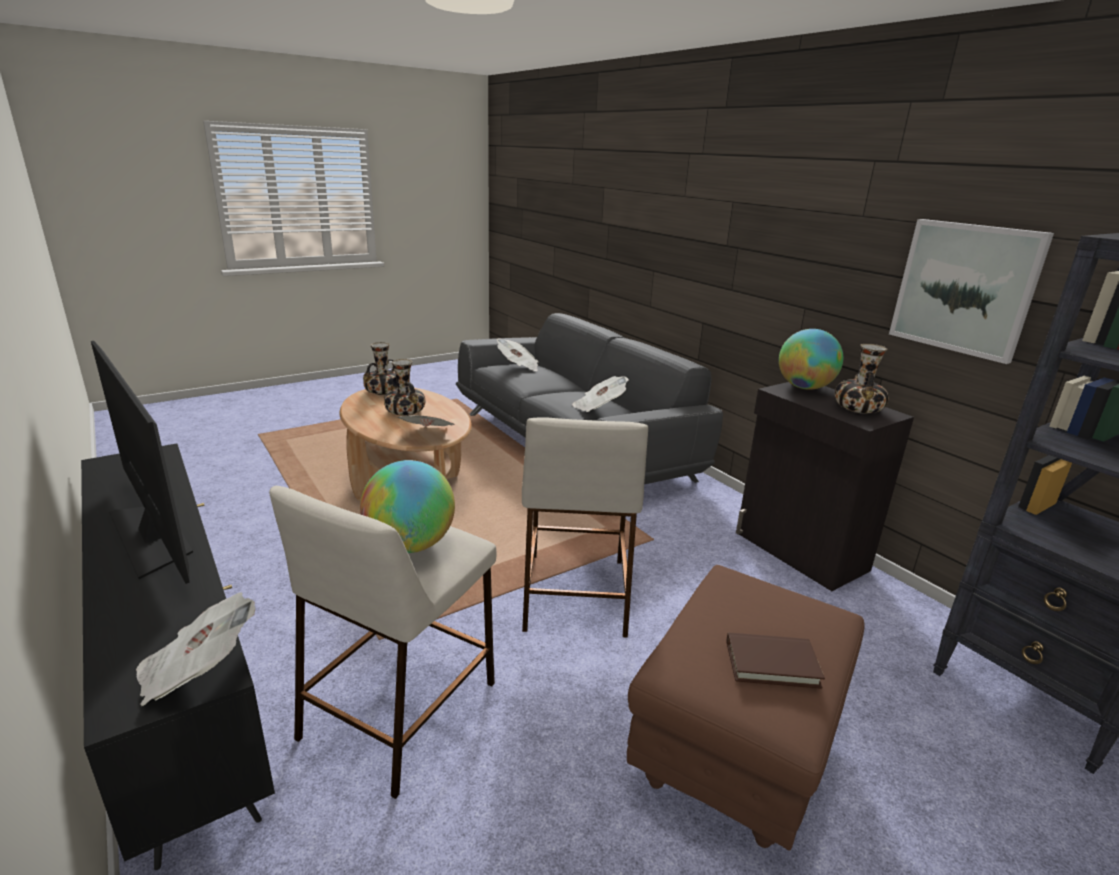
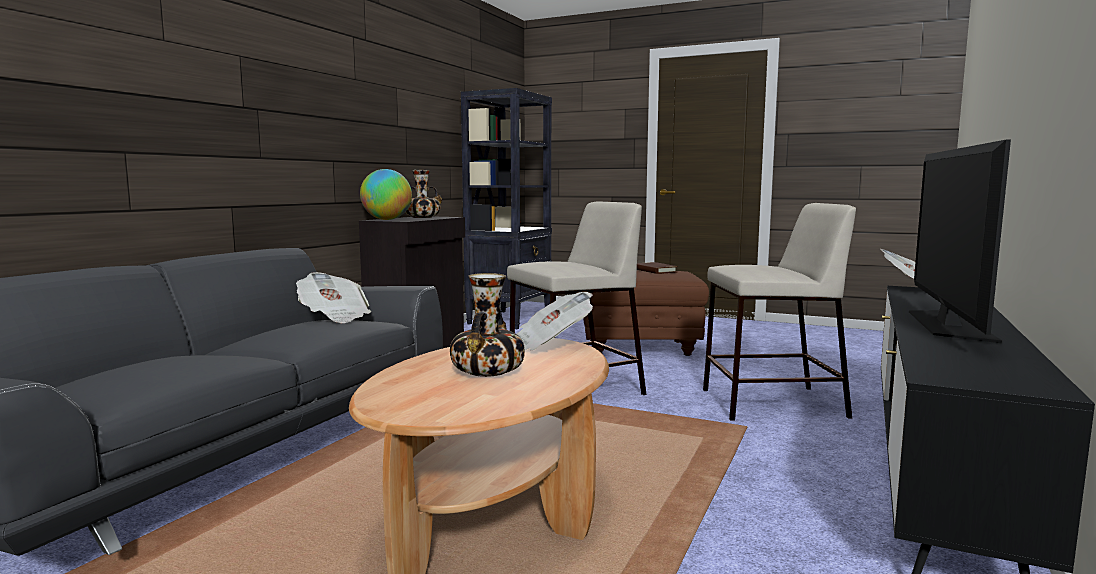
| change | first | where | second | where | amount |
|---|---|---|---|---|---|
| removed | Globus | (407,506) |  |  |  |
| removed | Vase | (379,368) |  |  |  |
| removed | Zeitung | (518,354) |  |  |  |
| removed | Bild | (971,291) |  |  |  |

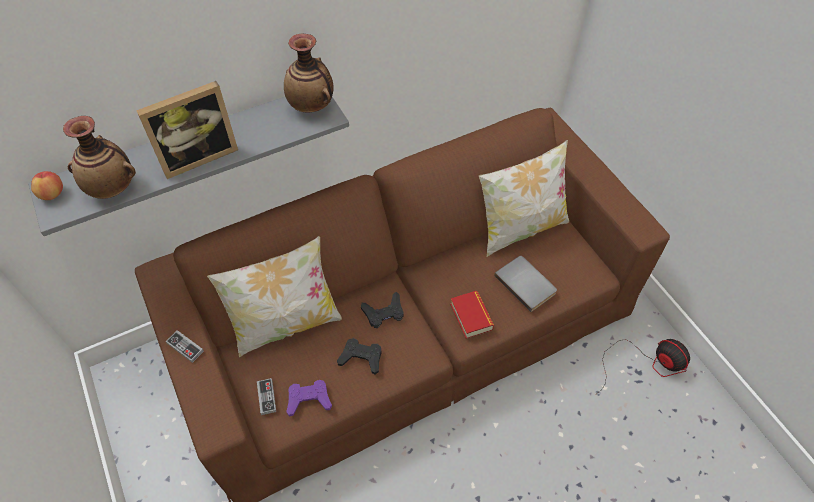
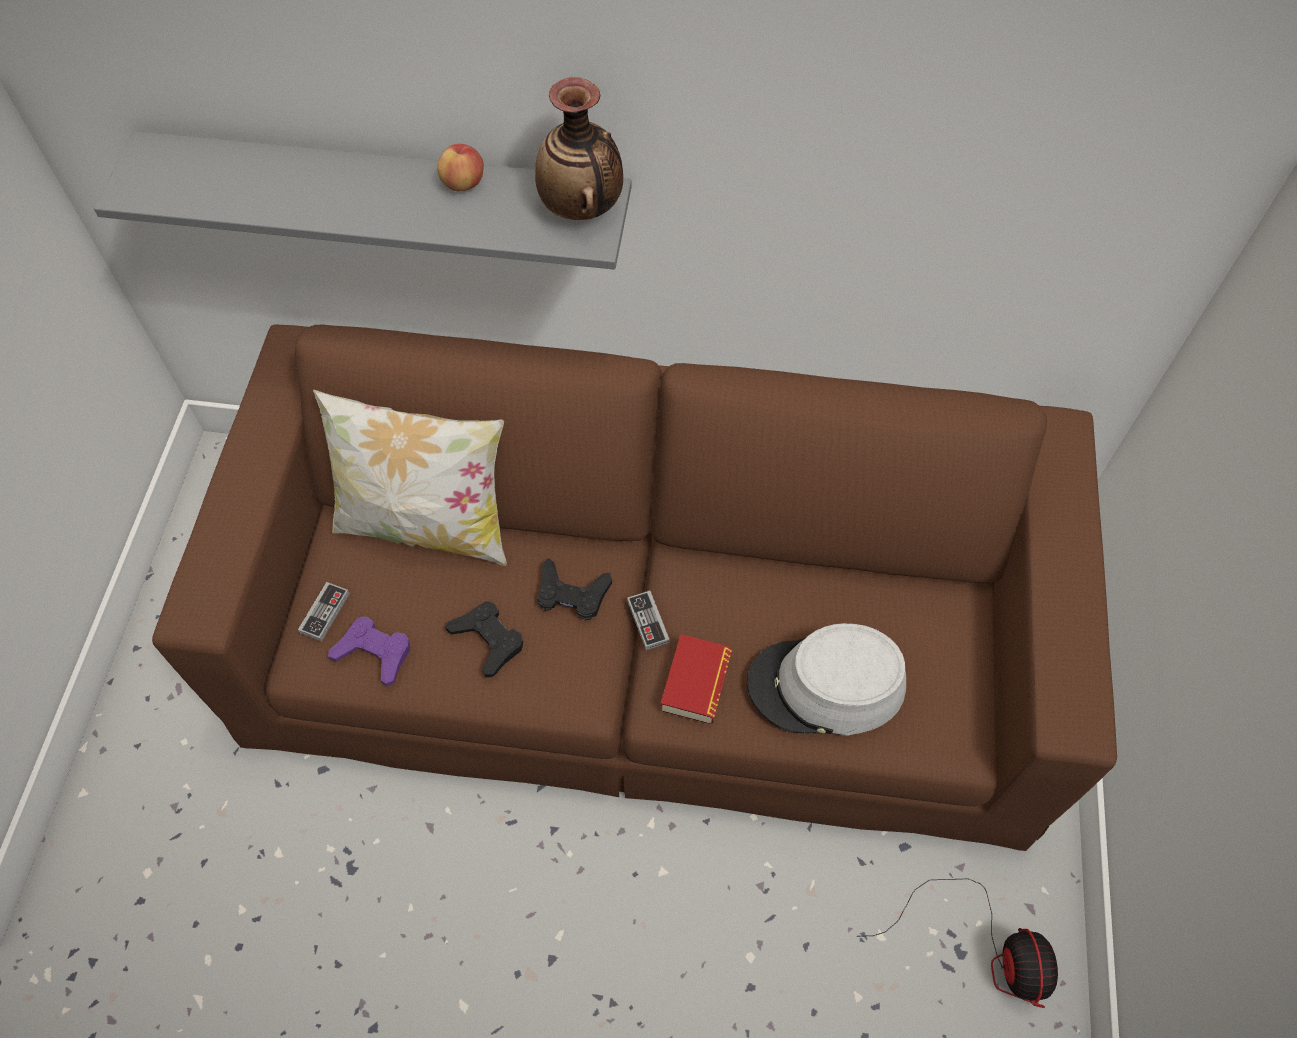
| change | first | where | second | where | amount |
|---|---|---|---|---|---|
| removed | Vase | (99,157) |  |  |  |
| removed | Bilderrahmen | (187,130) |  |  |  |
| removed | Kissen | (524,198) |  |  |  |
| moved | Apfel | (47,185) |  | (460,167) |  |
| moved | Gamepad | (185,346) |  | (648,620) |  |
| replaced | Buch/grau | (525,284) | Hut/grau | (826,679) |  |

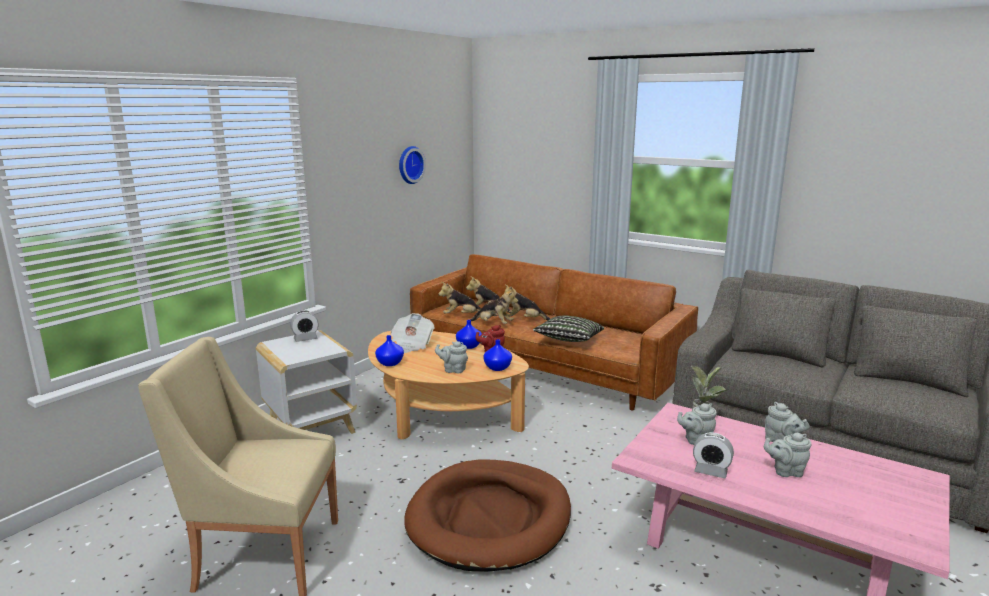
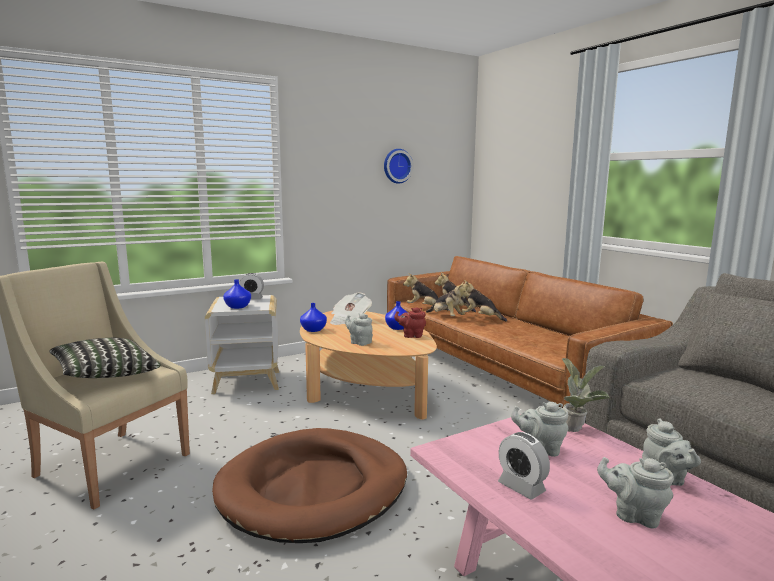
| change | first | where | second | where | amount |
|---|---|---|---|---|---|
| moved | Vase/blau | (498,355) |  | (237,294) |  |
| moved | Kissen | (568,329) |  | (105,358) |  |

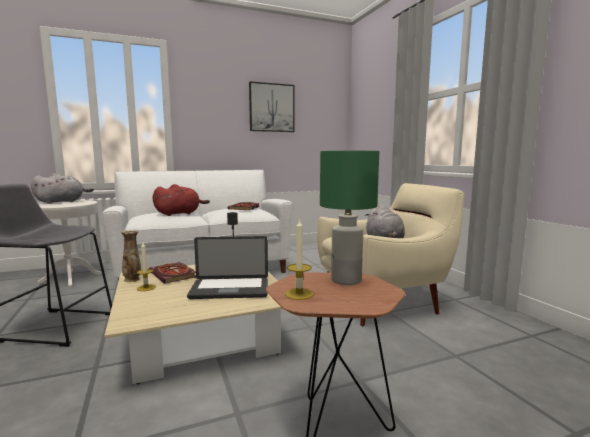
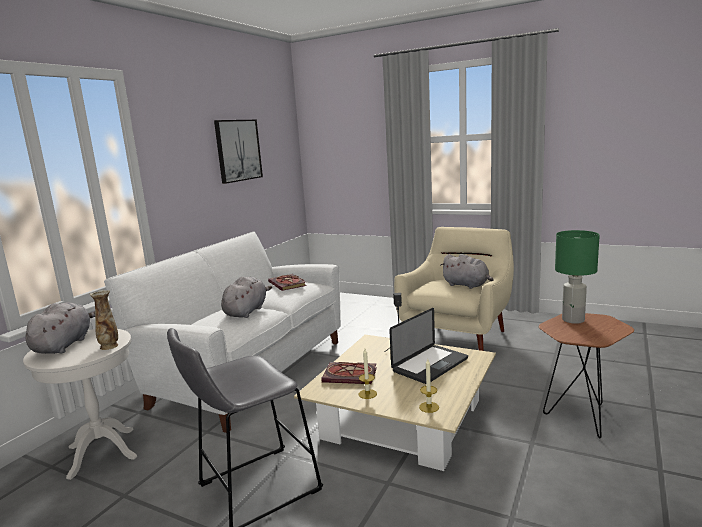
| change | first | where | second | where | amount |
|---|---|---|---|---|---|
| moved | Vase | (131,256) |  | (103,320) |  |
| moved | Kerze | (299,259) |  | (429,386) |  |
| recoloured | Plüschtier/rot | (181,200) | Plüschtier/grau | (246,297) |  |

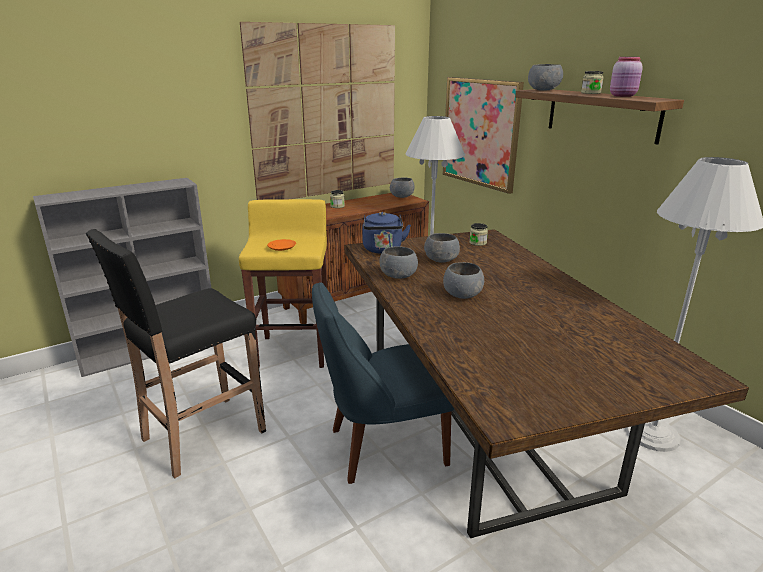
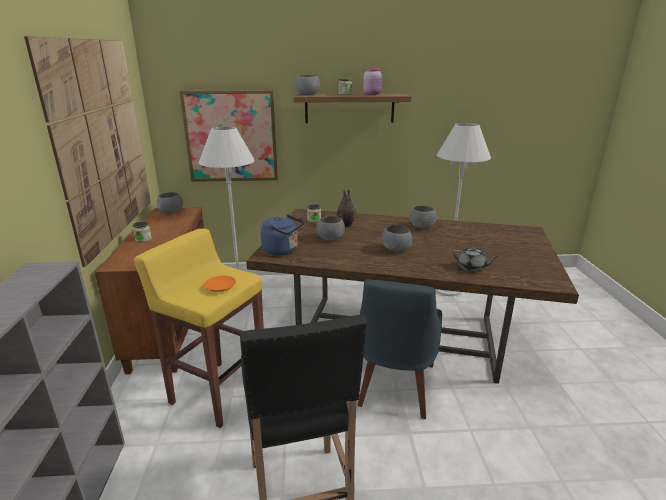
| change | first | where | second | where | amount |
|---|---|---|---|---|---|
| added |  |  | Vase | (346,208) |  |
| added |  |  | Teekanne/grau | (475,259) |  |
| moved | Schüssel/grau | (398,262) |  | (423,217) |  |

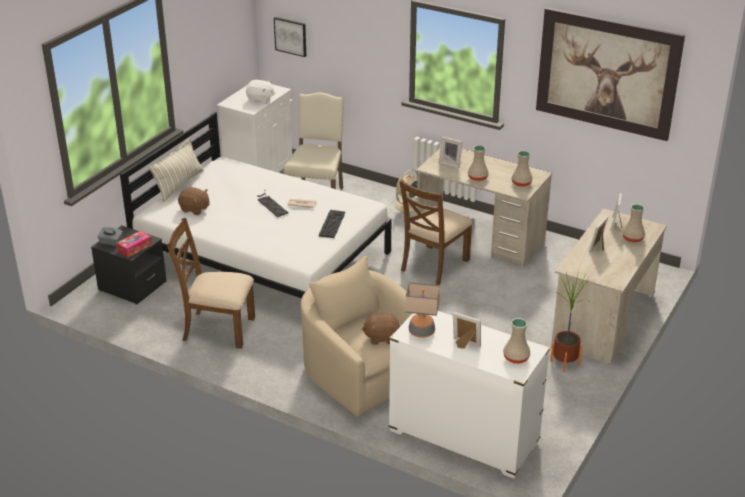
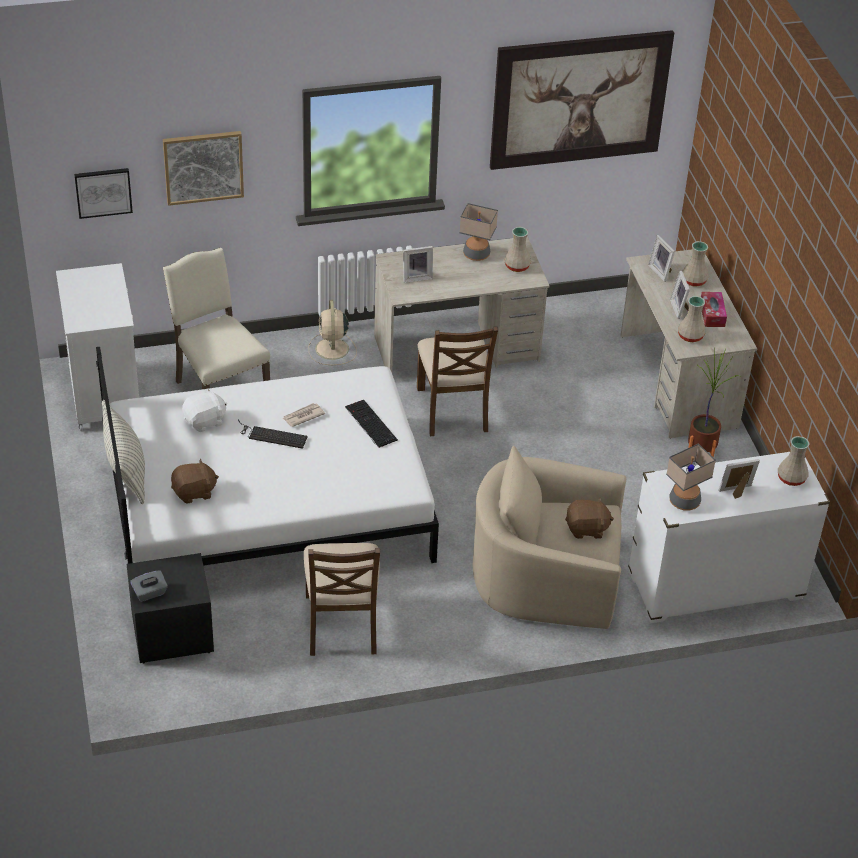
| change | first | where | second | where | amount |
|---|---|---|---|---|---|
| added |  |  | Bild | (203,168) |  |
| added |  |  | Tischlampe | (479,232) |  |
| moved | Taschentuchbox | (134,244) |  | (714,309) |  |
| moved | Plüschtier/weiß | (260,92) |  | (204,410) |  |
| moved | Vase/beige | (478,163) |  | (692,319) |  |
| turned | Stuhl/braun | (211,283) |  | (342,599) | 60 degrees counterclockwise |
| turned | Plüschtier/braun | (380,328) |  | (589,518) | 135 degrees counterclockwise |

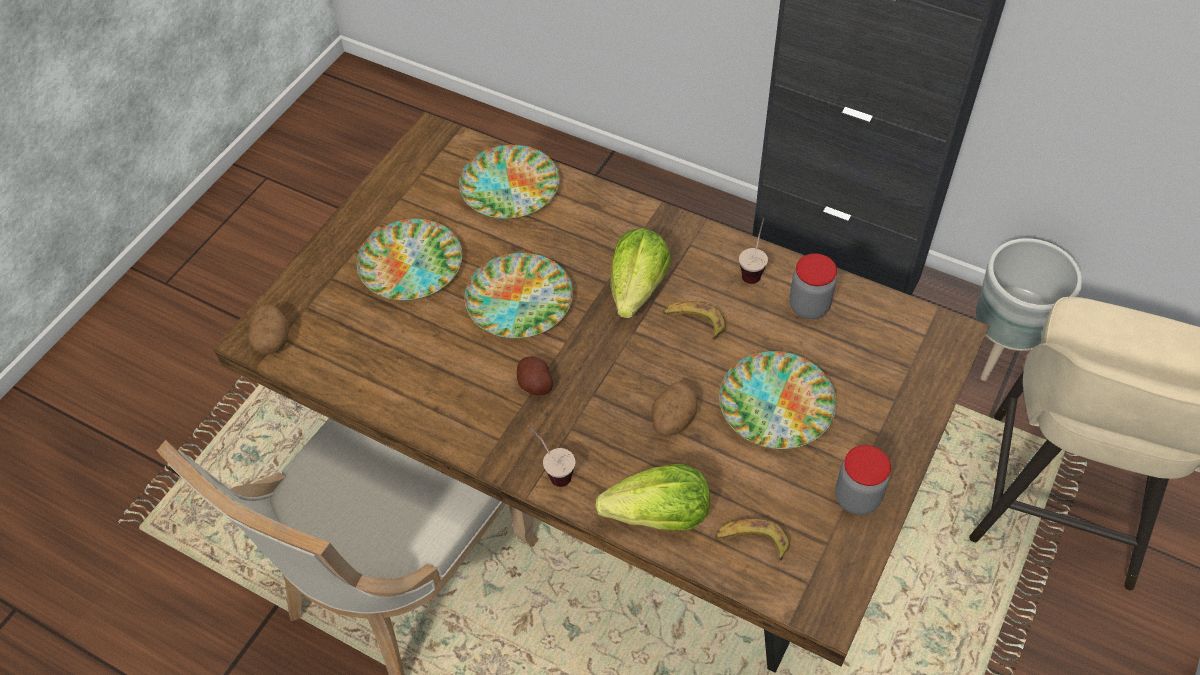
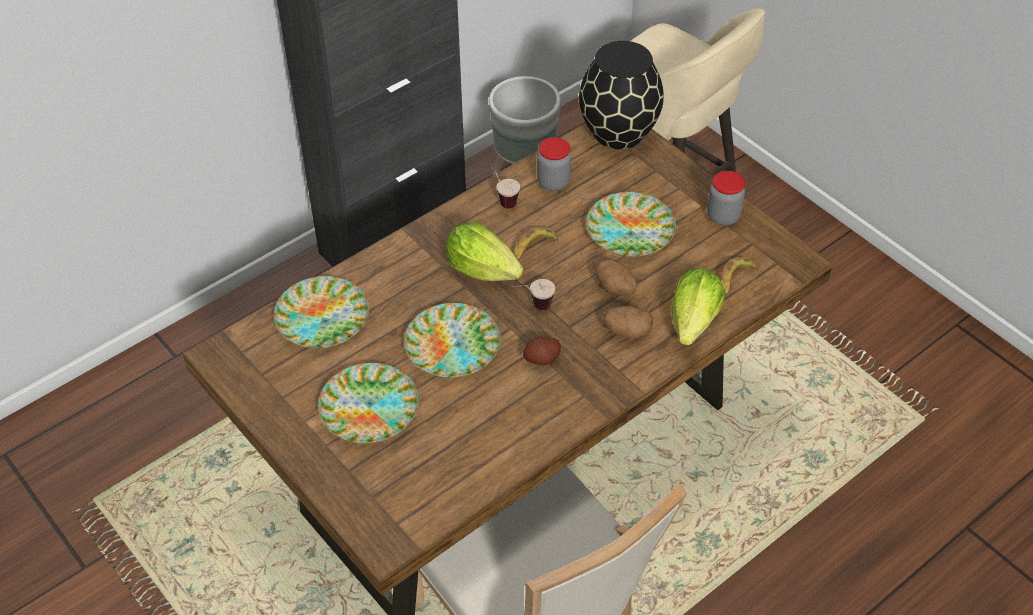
| change | first | where | second | where | amount |
|---|---|---|---|---|---|
| added |  |  | Vase/schwarz | (621,95) |  |
| moved | Kartoffel | (268,329) |  | (628,322) |  |
| moved | Tasse | (551,456) |  | (533,294) |  |

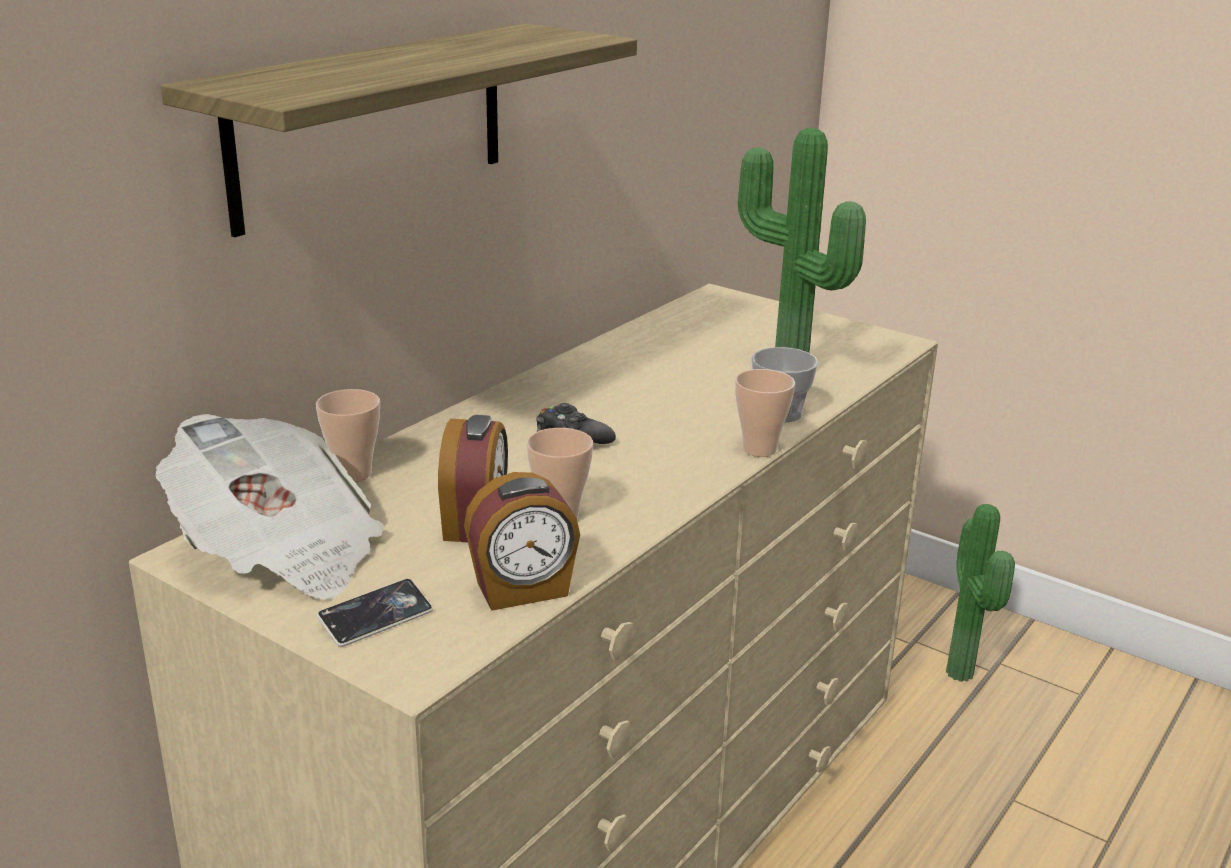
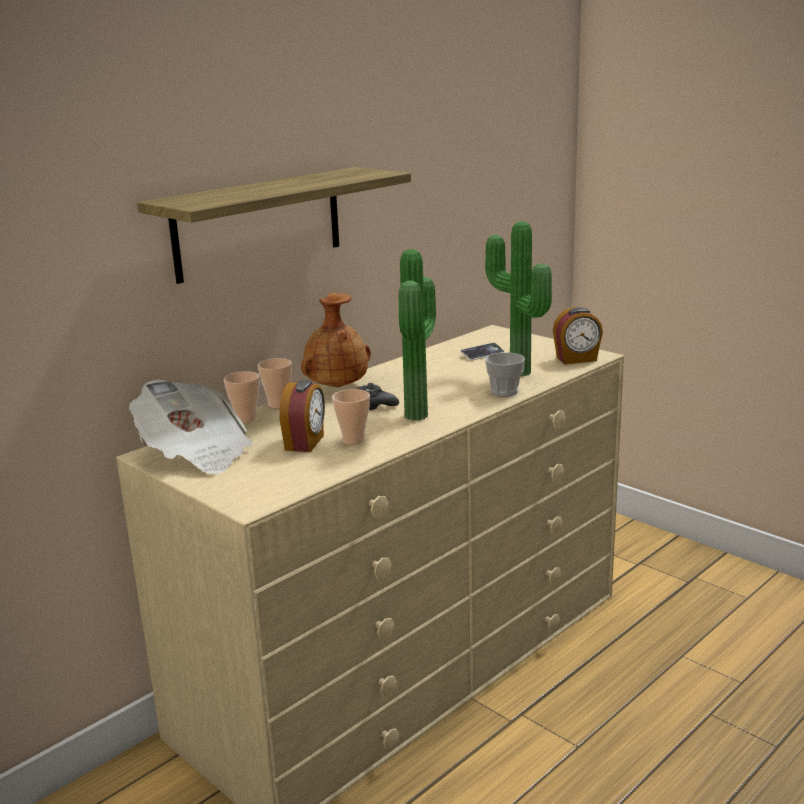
| change | first | where | second | where | amount |
|---|---|---|---|---|---|
| added |  |  | Vase/braun | (336,340) |  |
| moved | Handy | (375,613) |  | (482,352) |  |
| moved | Wecker | (522,541) |  | (578,335) |  |
| moved | Tasse | (765,413) |  | (275,383) |  |
| moved | Topfpflanze | (980,593) |  | (417,335) |  |

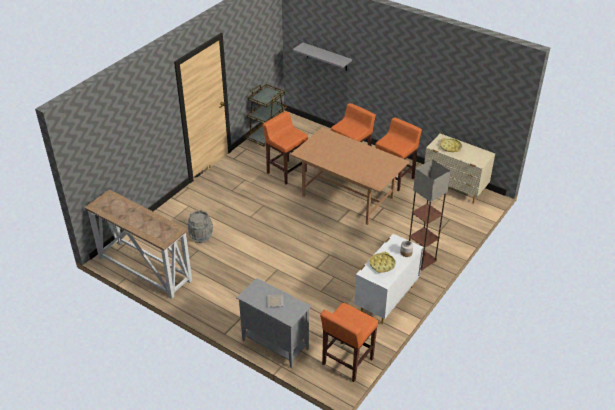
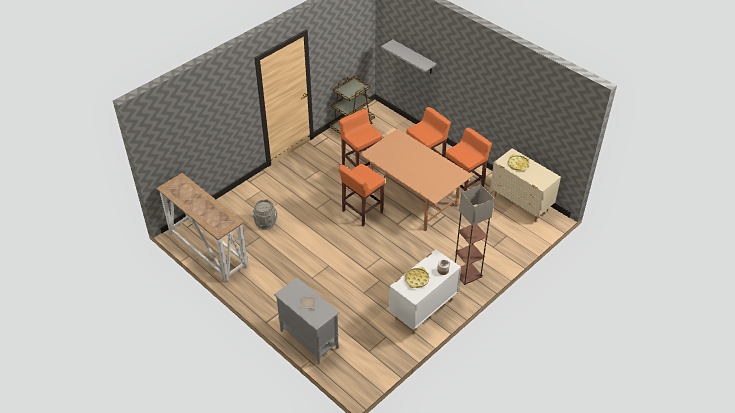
| change | first | where | second | where | amount |
|---|---|---|---|---|---|
| moved | Hocker/orange | (349,342) |  | (361,195) |  |

